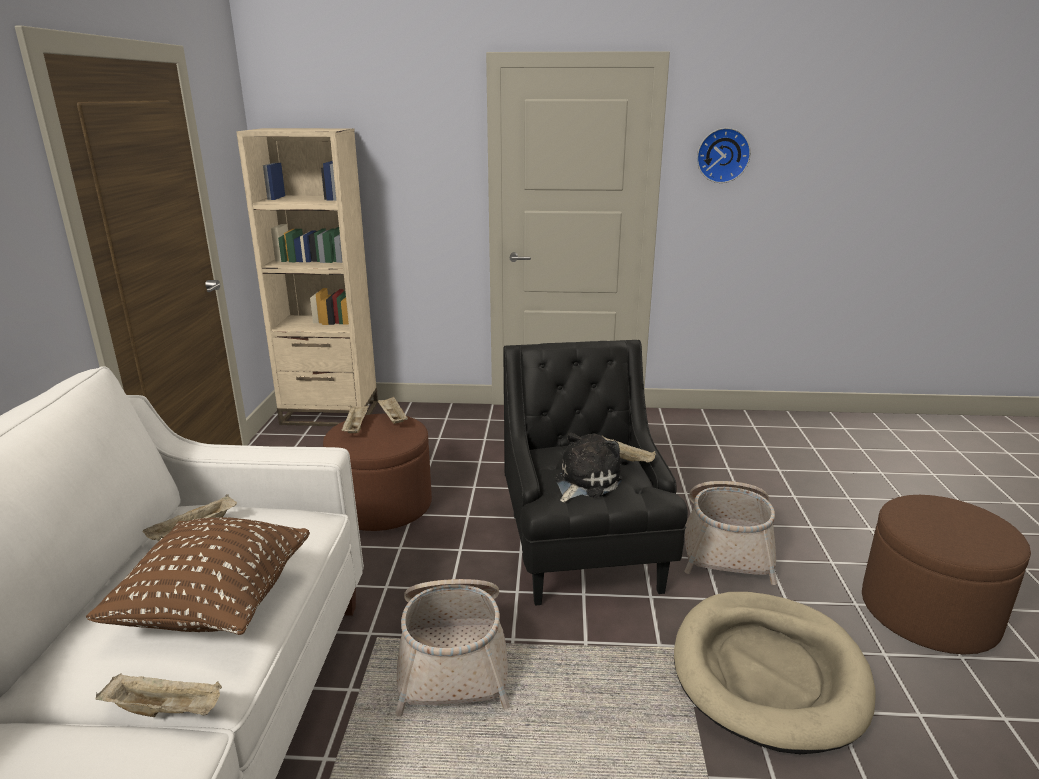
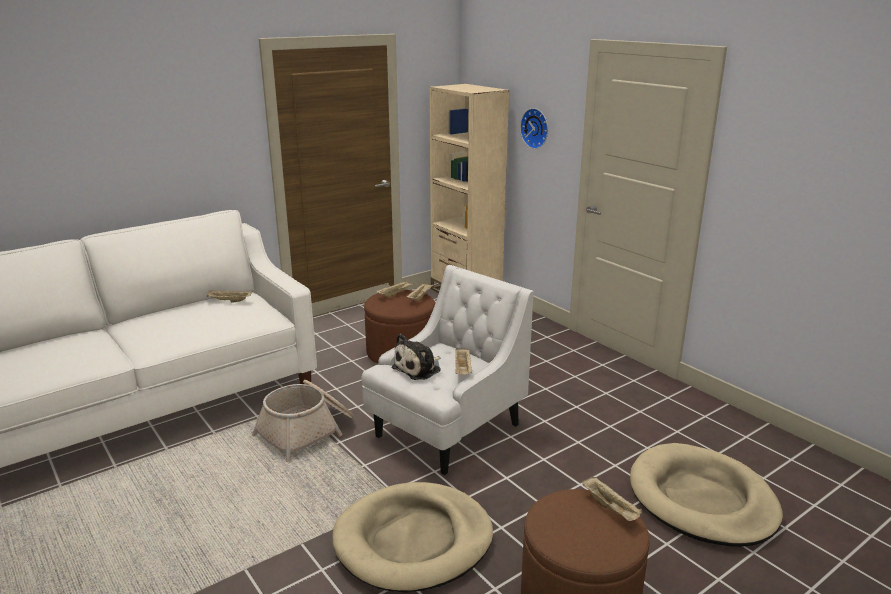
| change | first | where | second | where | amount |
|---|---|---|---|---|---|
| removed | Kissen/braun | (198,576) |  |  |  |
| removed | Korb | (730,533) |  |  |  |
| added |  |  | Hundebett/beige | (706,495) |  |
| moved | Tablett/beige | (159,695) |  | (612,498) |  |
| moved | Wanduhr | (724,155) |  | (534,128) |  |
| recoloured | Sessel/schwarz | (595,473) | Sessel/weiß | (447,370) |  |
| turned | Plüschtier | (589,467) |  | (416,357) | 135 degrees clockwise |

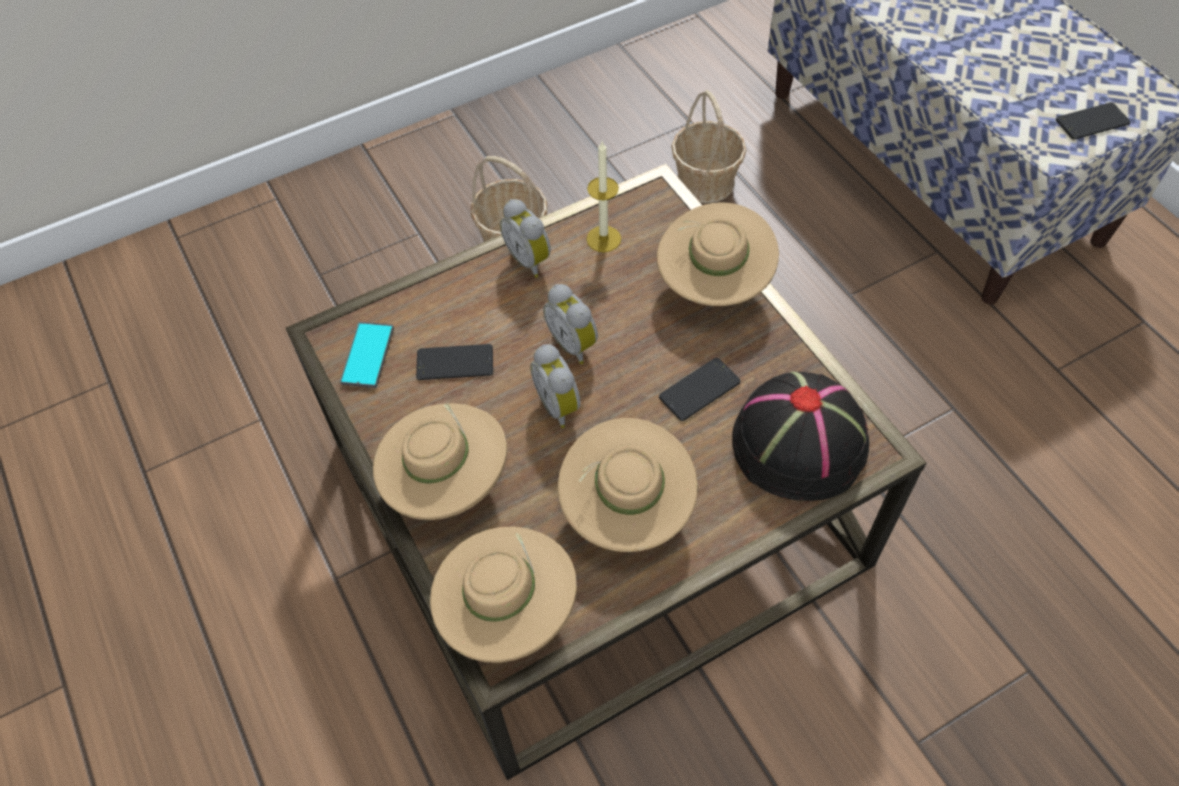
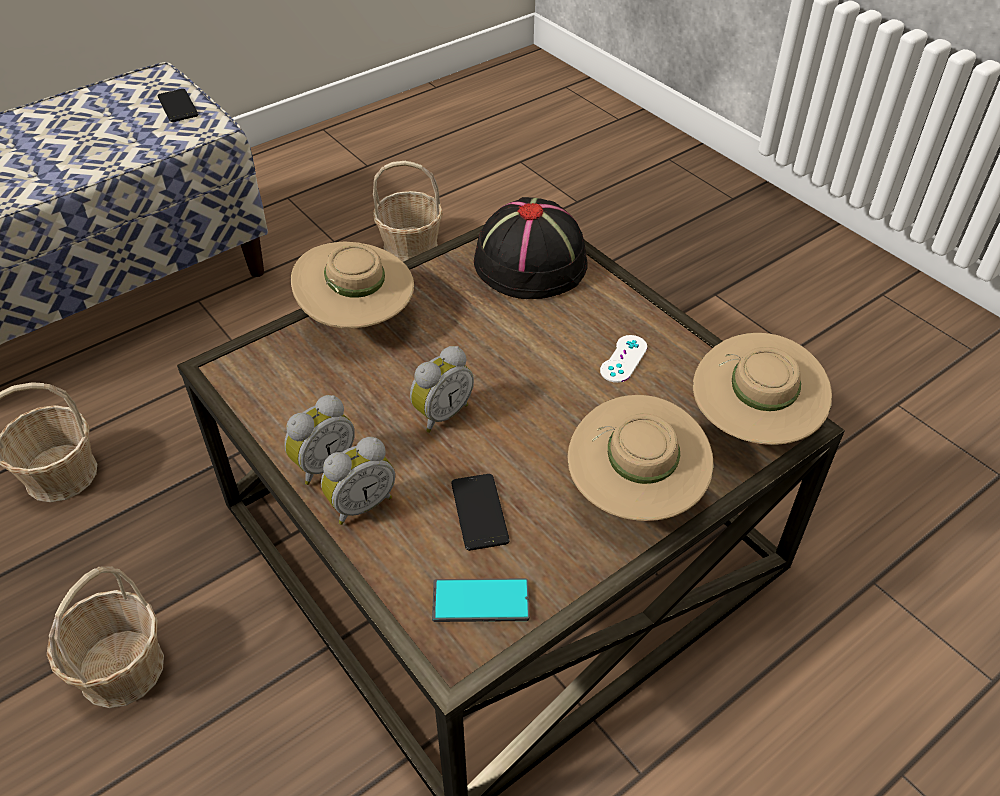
| change | first | where | second | where | amount |
|---|---|---|---|---|---|
| removed | Kerze | (603,196) |  |  |  |
| removed | Handy | (700,389) |  |  |  |
| added |  |  | Korb | (408,211) |  |
| moved | Wecker | (555,386) |  | (358,481) |  |
| replaced | Hut/beige | (628,485) | Gamepad/weiß | (623,359) |  |

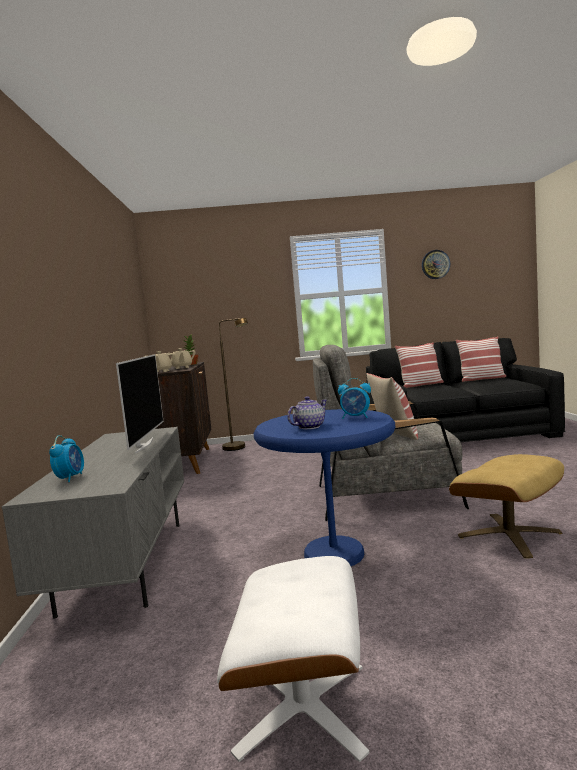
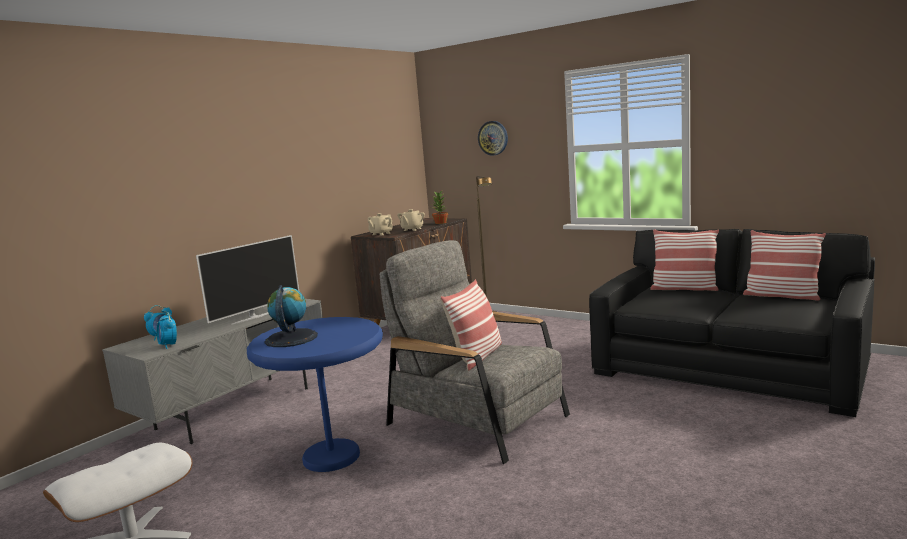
| change | first | where | second | where | amount |
|---|---|---|---|---|---|
| removed | Polsterhocker/beige | (506,506) |  |  |  |
| moved | Wecker | (354,398) |  | (167,330) |  |
| moved | Wanduhr | (436,264) |  | (493,138) |  |
| replaced | Teekanne | (307,412) | Globus | (291,316) |  |

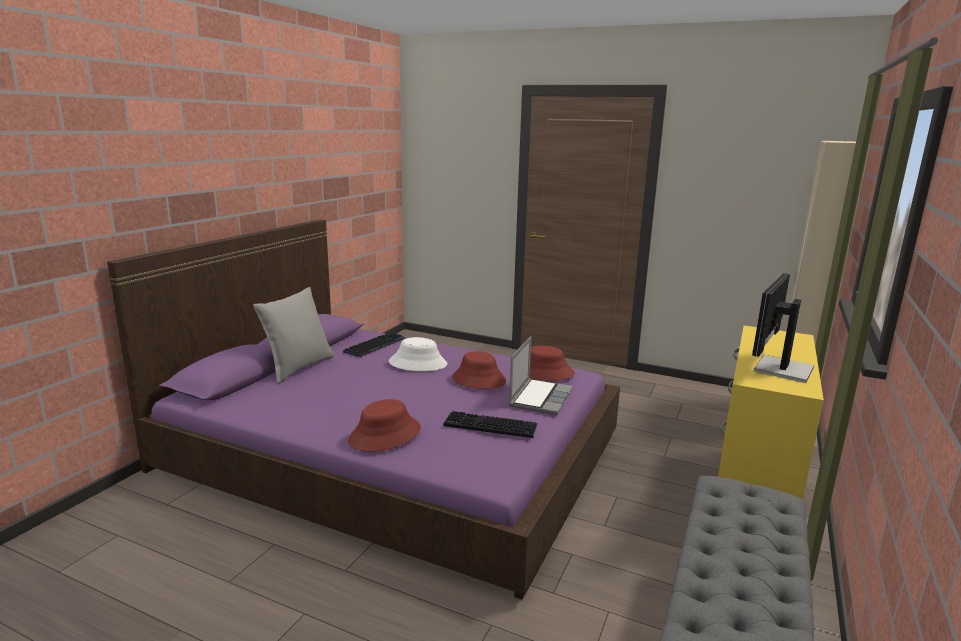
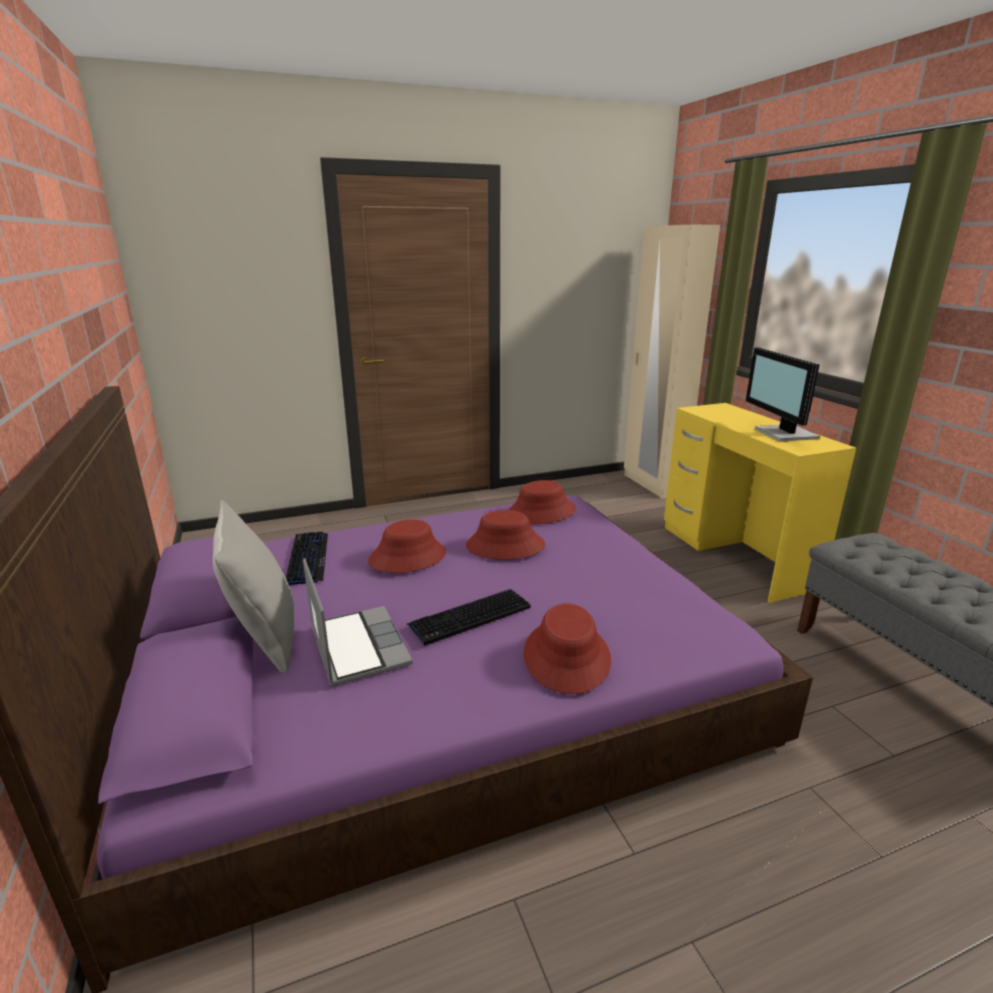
| change | first | where | second | where | amount |
|---|---|---|---|---|---|
| moved | Tastatur | (491,424) |  | (469,617) |  |
| moved | Laptop | (541,375) |  | (358,622) |  |
| recoloured | Hut/weiß | (418,354) | Hut/rot | (407,546) |  |

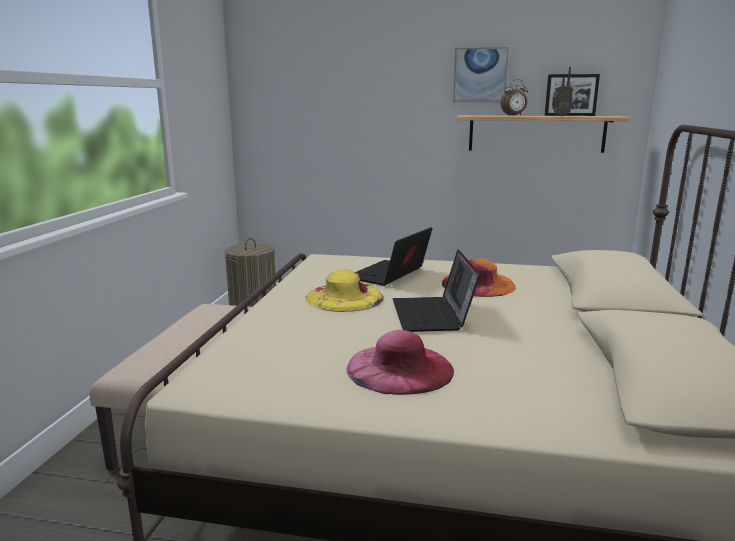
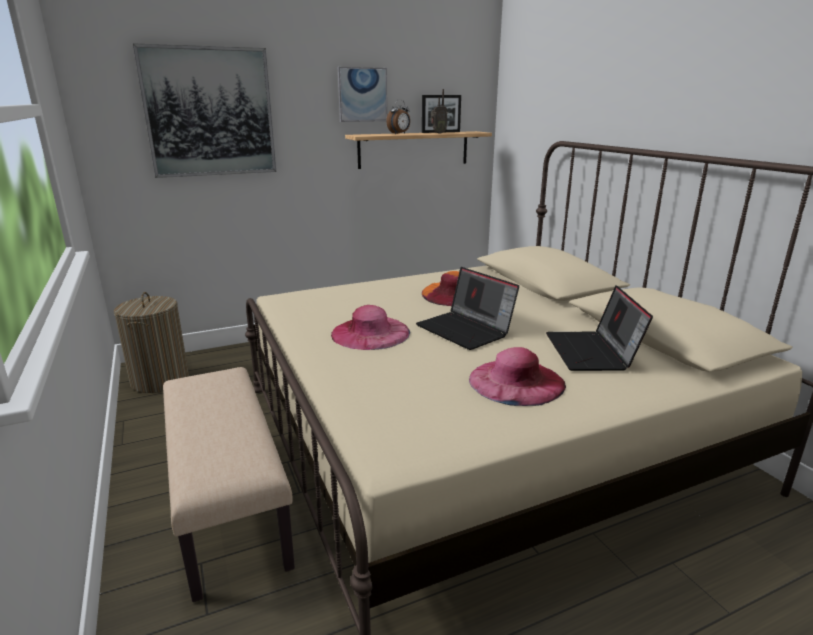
| change | first | where | second | where | amount |
|---|---|---|---|---|---|
| added |  |  | Bild | (204,110) |  |
| moved | Laptop | (394,256) |  | (599,328) |  |
| recoloured | Hut/gelb | (344,290) | Hut/rosa | (370,327) |  |

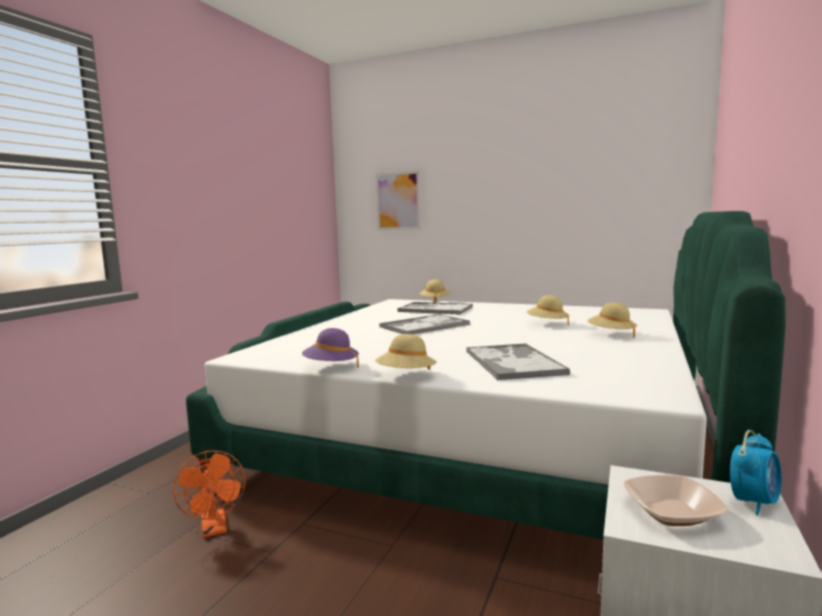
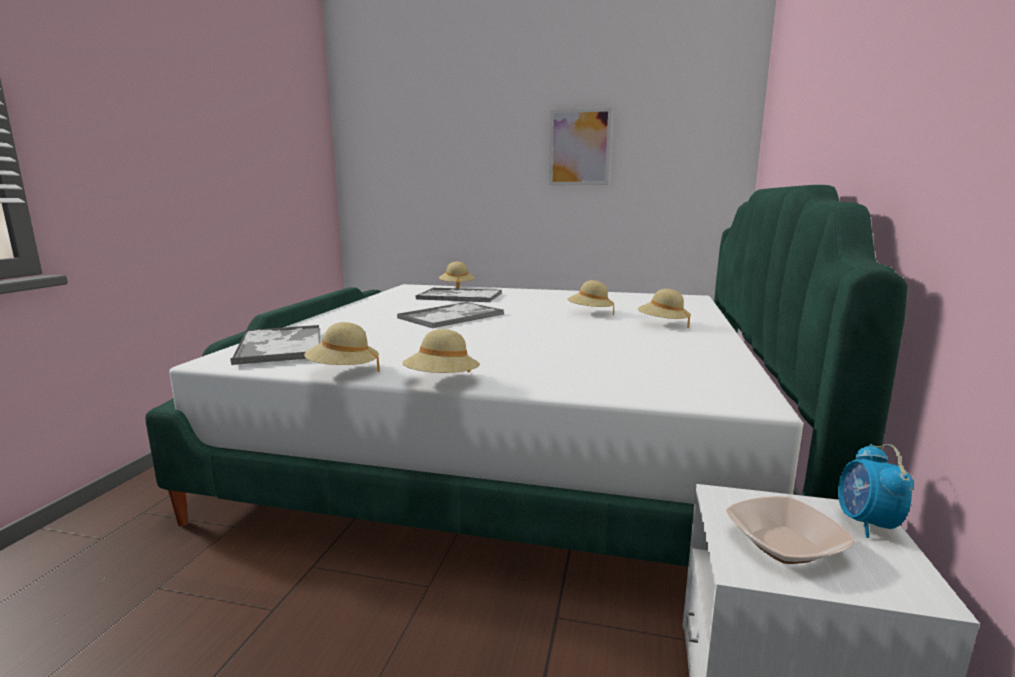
| change | first | where | second | where | amount |
|---|---|---|---|---|---|
| removed | Ventilator/orange | (209,494) |  |  |  |
| moved | Bild | (398,200) |  | (580,146) |  |
| moved | Tablett | (518,361) |  | (275,345) |  |
| recoloured | Hut/lila | (330,348) | Hut/beige | (342,347) |  |
| turned | Wecker | (756,473) |  | (876,491) | 150 degrees clockwise |

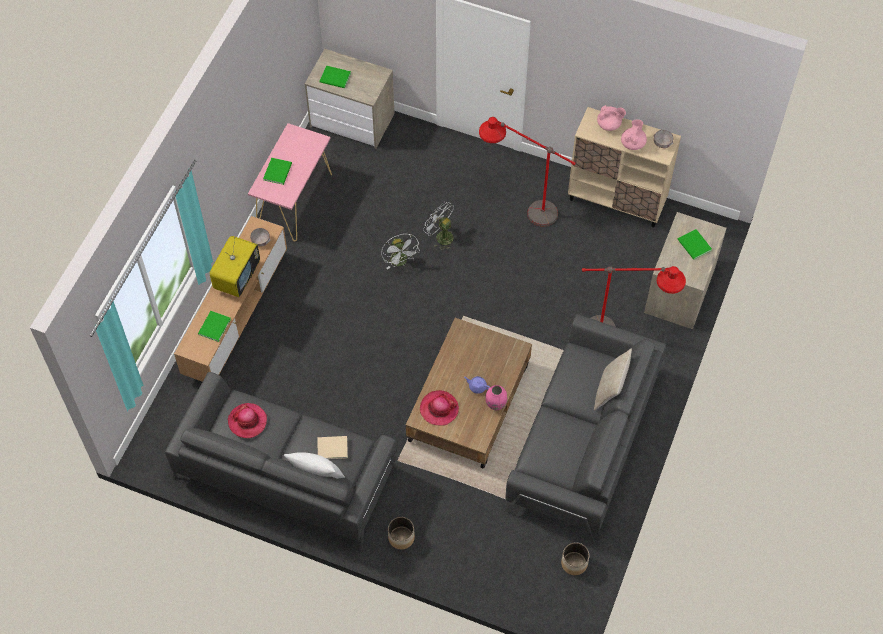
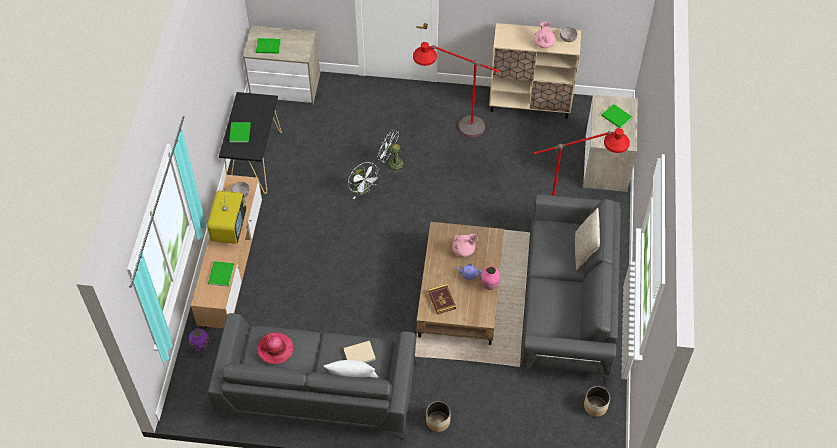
| change | first | where | second | where | amount |
|---|---|---|---|---|---|
| added |  |  | Vase/lila | (199,340) |  |
| moved | Teekanne/rosa | (611,118) |  | (465,245) |  |
| replaced | Hut | (439,408) | Buch | (442,299) |  |
| recoloured | Konsolentisch/rosa | (290,182) | Konsolentisch/schwarz | (250,143) |  |

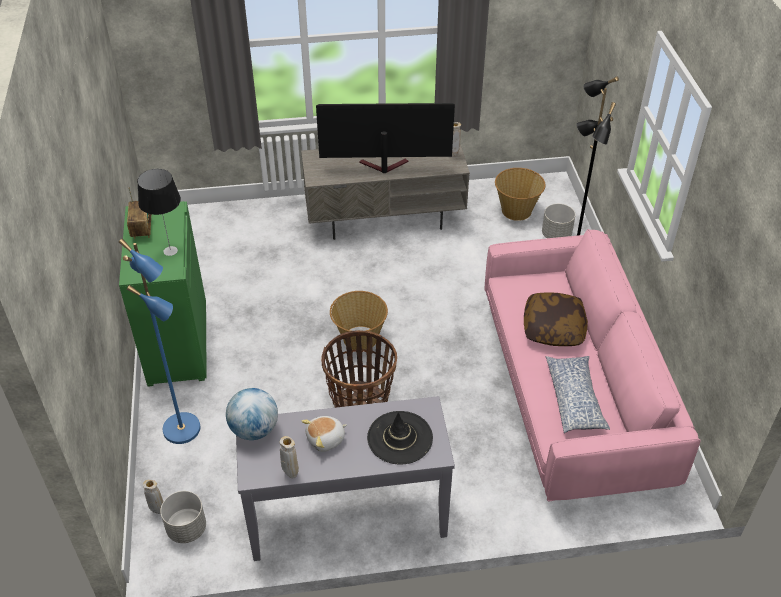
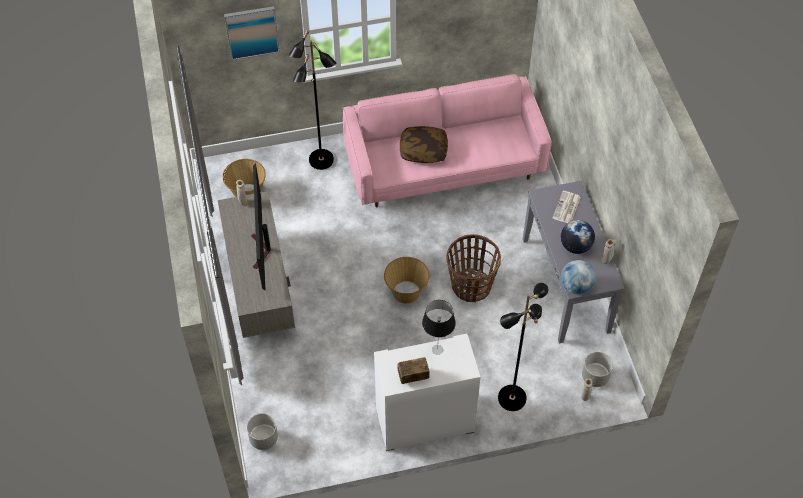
| change | first | where | second | where | amount |
|---|---|---|---|---|---|
| removed | Kissen | (578,394) |  |  |  |
| added |  |  | Bild | (252,33) |  |
| moved | Pflanzkübel/grau | (558,221) |  | (262,431) |  |
| replaced | Plüschtier | (324,434) | Globus | (578,237) |  |
| replaced | Hut/schwarz | (400,438) | Zeitung | (567,207) |  |
| recoloured | Schrank/grün | (163,294) | Schrank/weiß | (427,392) |  |
| recoloured | Stehlampe/blau | (159,341) | Stehlampe/schwarz | (523,347) |  |

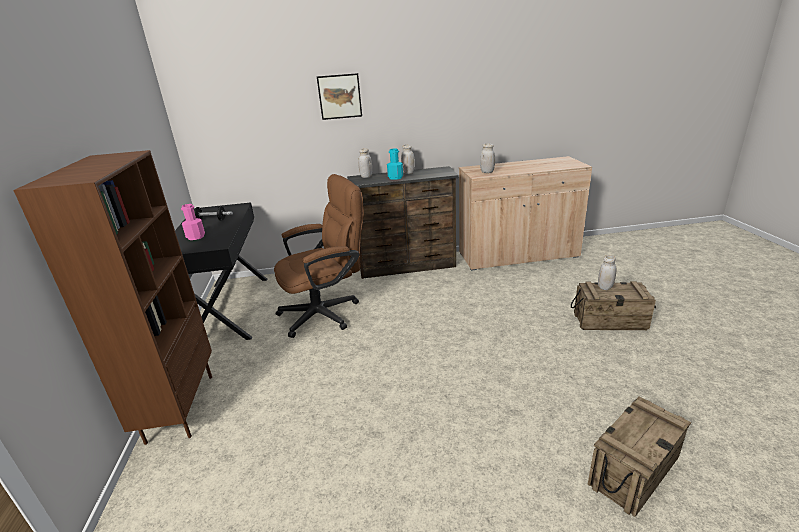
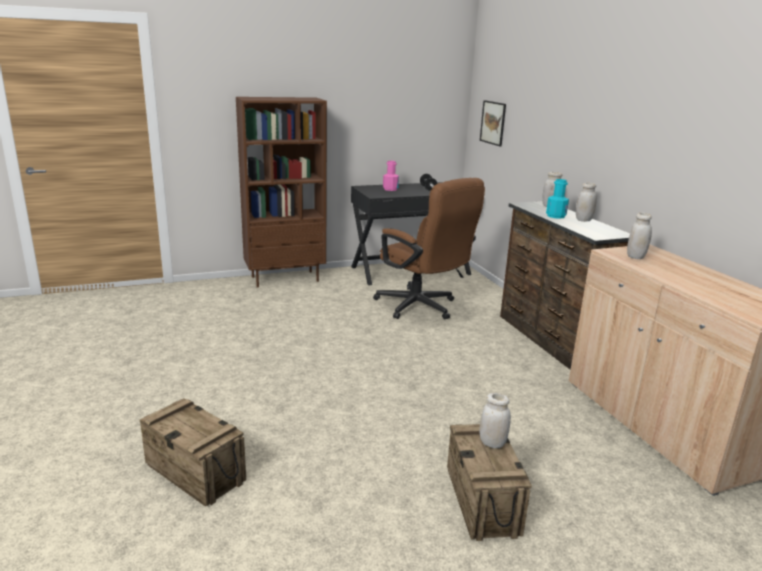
| change | first | where | second | where | amount |
|---|---|---|---|---|---|
| moved | Bild | (339,96) |  | (493,123) |  |

